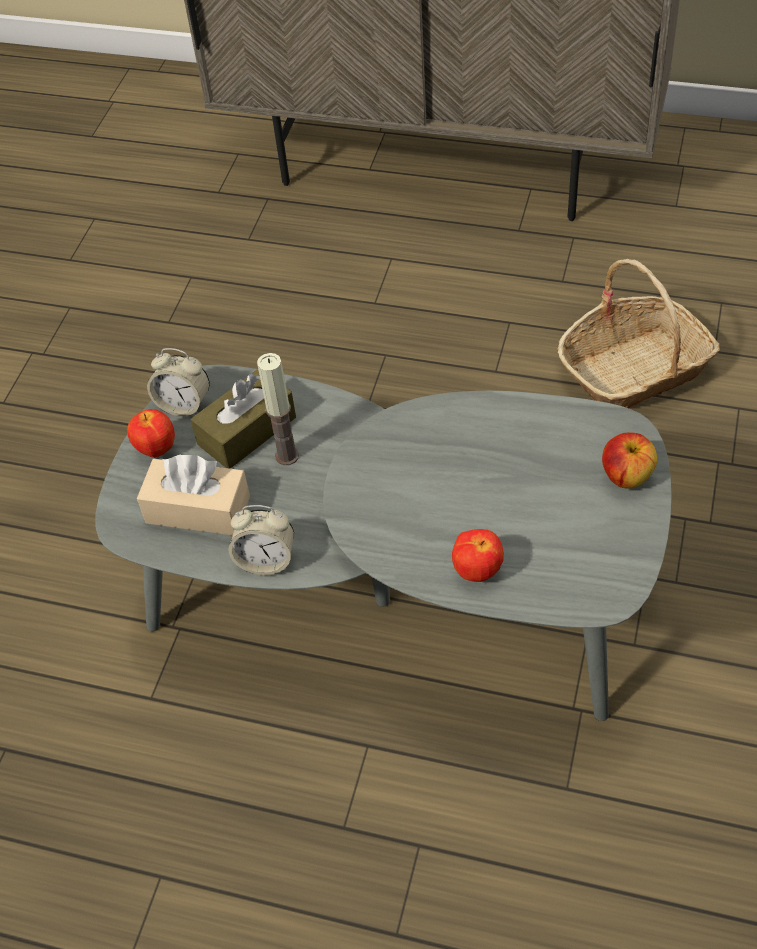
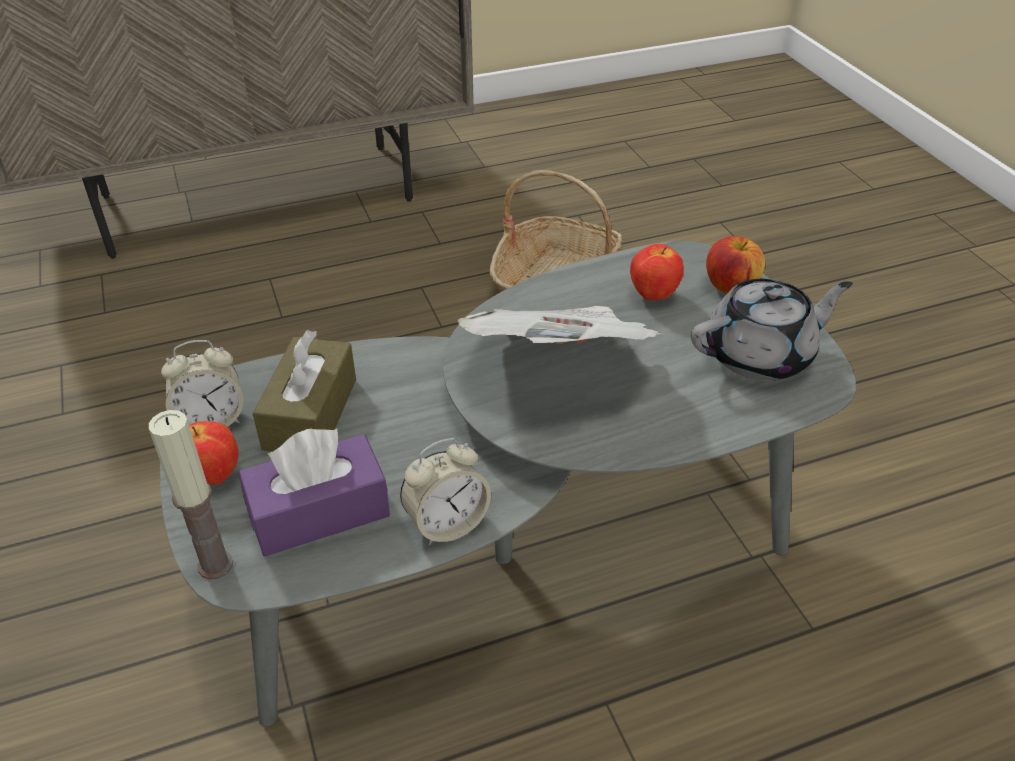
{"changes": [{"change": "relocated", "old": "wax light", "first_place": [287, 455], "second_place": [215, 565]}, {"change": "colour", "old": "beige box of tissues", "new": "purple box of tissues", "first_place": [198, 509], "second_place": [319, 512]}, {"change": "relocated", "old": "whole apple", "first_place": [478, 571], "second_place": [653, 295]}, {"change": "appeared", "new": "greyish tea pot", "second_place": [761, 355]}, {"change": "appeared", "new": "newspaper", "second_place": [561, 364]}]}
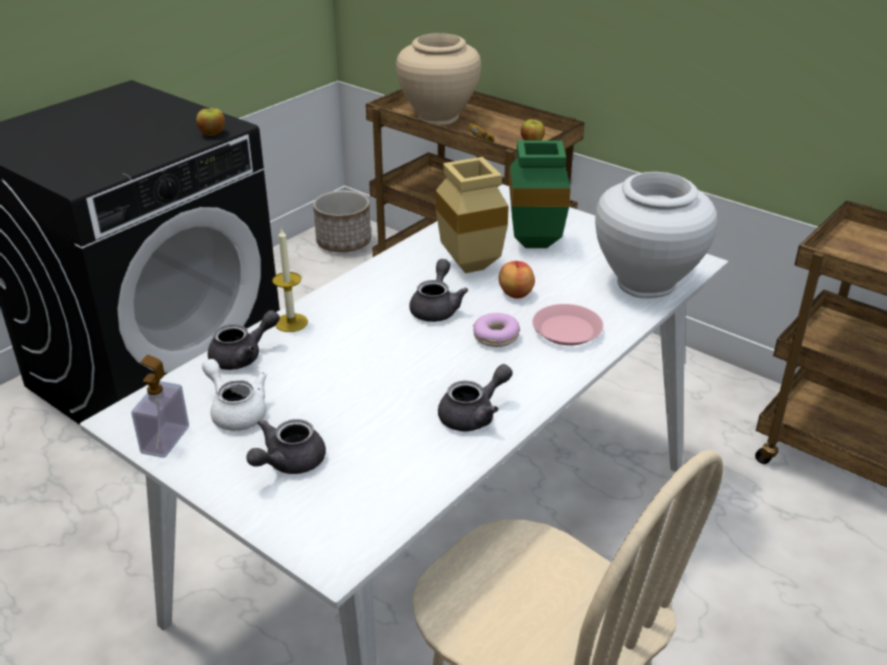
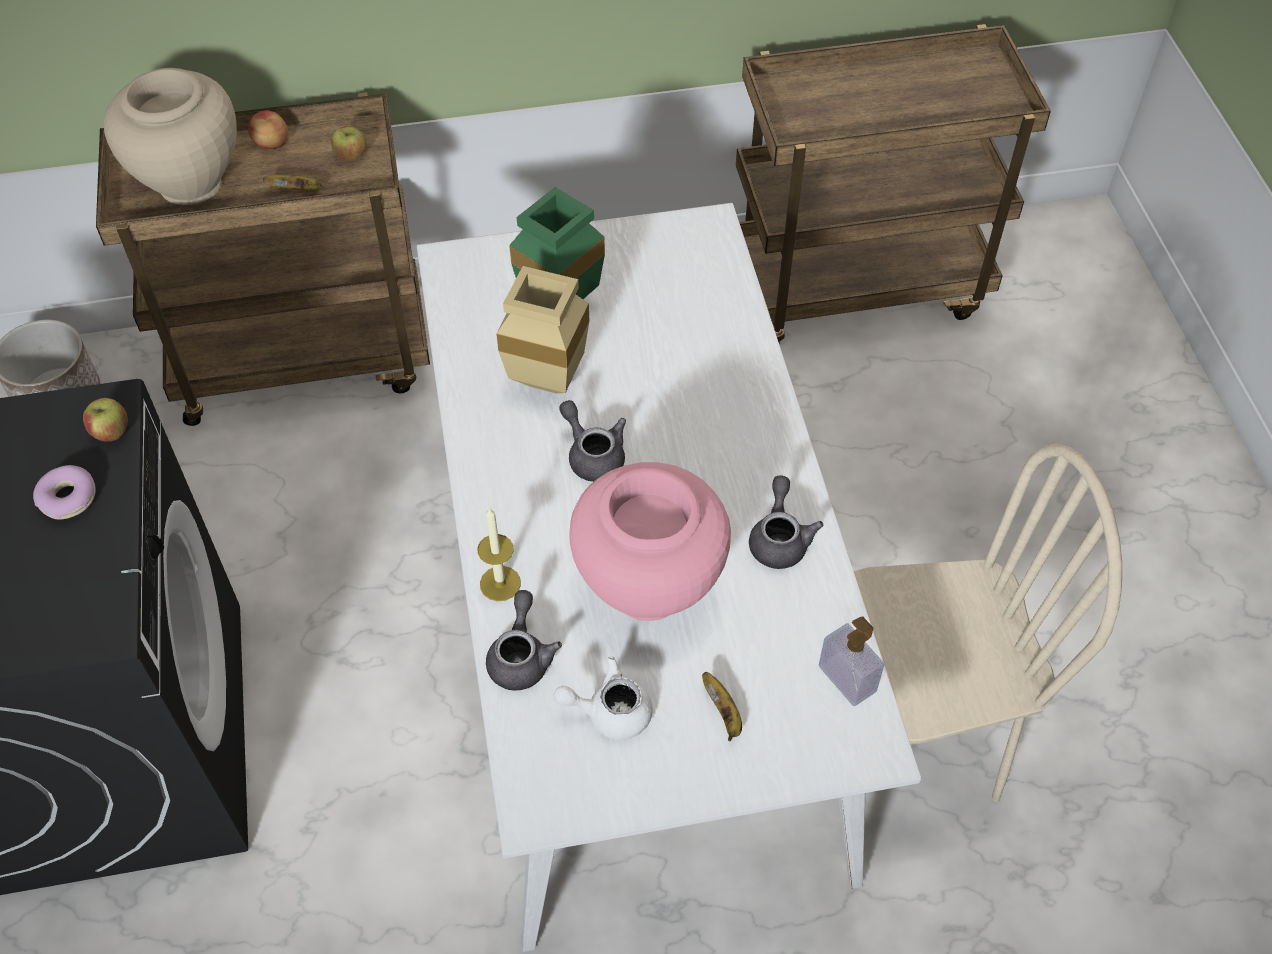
{"changes": [{"change": "missing", "old": "whitish flower vase", "first_place": [646, 283]}, {"change": "relocated", "old": "whole apple", "first_place": [515, 293], "second_place": [271, 144]}, {"change": "missing", "old": "pinkish dinner plate", "first_place": [566, 330]}, {"change": "relocated", "old": "donut", "first_place": [496, 337], "second_place": [68, 498]}, {"change": "relocated", "old": "soap dispenser", "first_place": [165, 440], "second_place": [847, 679]}, {"change": "exchanged", "old": "greyish tea pot", "new": "banana fruit", "first_place": [288, 463], "second_place": [724, 713]}, {"change": "appeared", "new": "pinkish flower vase", "second_place": [649, 588]}]}
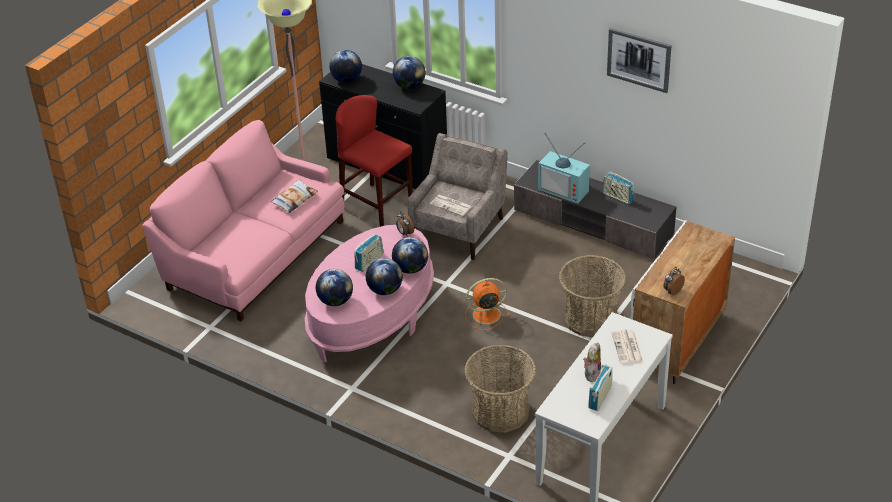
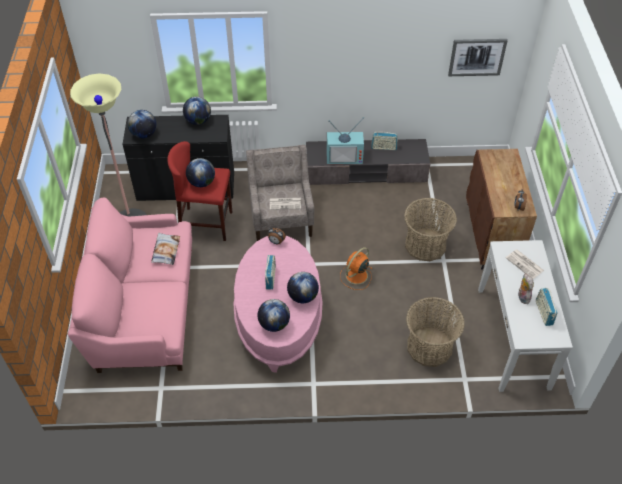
{"changes": [{"change": "relocated", "old": "wall art", "first_place": [639, 59], "second_place": [477, 57]}, {"change": "colour", "old": "whitish storage cabinet", "new": "brown storage cabinet", "first_place": [677, 341], "second_place": [491, 235]}, {"change": "relocated", "old": "globe", "first_place": [410, 269], "second_place": [201, 183]}]}
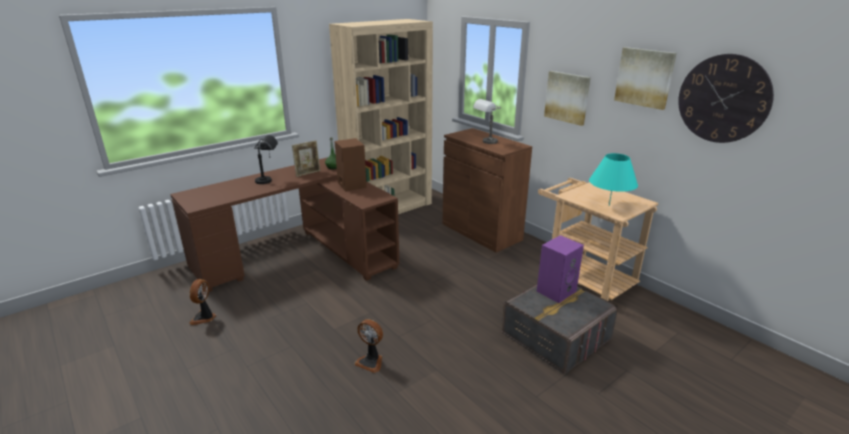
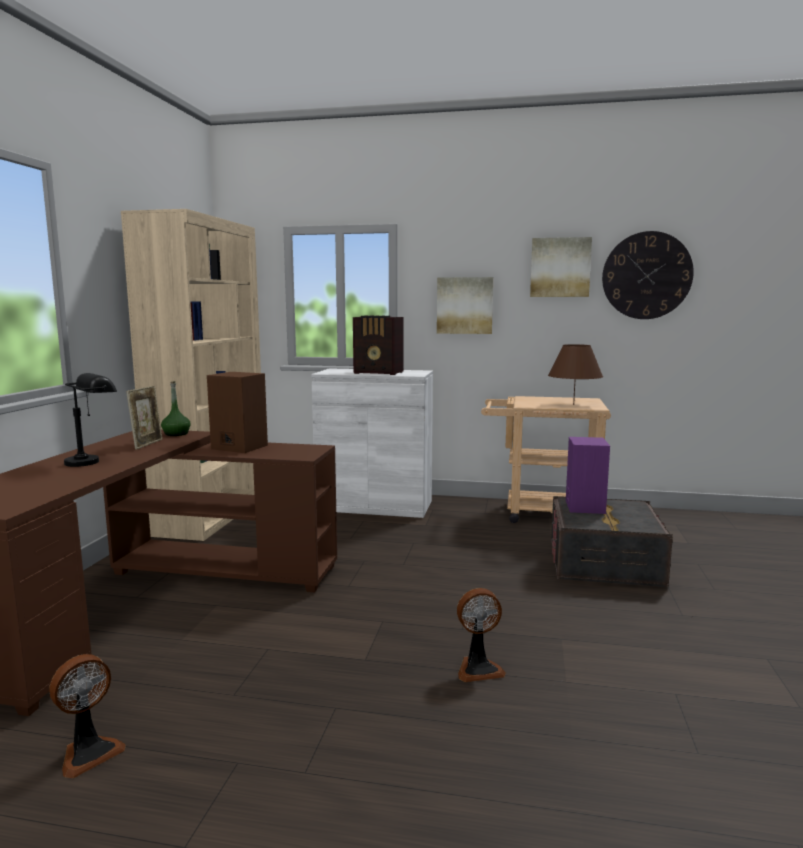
{"changes": [{"change": "exchanged", "old": "greyish tabletop lamp", "new": "radio set", "first_place": [486, 142], "second_place": [379, 373]}, {"change": "colour", "old": "brown storage cabinet", "new": "whitish storage cabinet", "first_place": [481, 232], "second_place": [374, 505]}, {"change": "colour", "old": "blue-green tabletop lamp", "new": "brown tabletop lamp", "first_place": [609, 205], "second_place": [573, 404]}, {"change": "spun", "old": "electric fan", "first_place": [204, 318], "second_place": [89, 753], "degrees": -105}]}
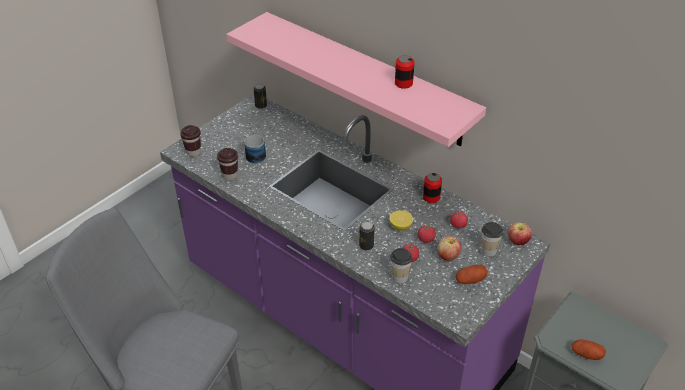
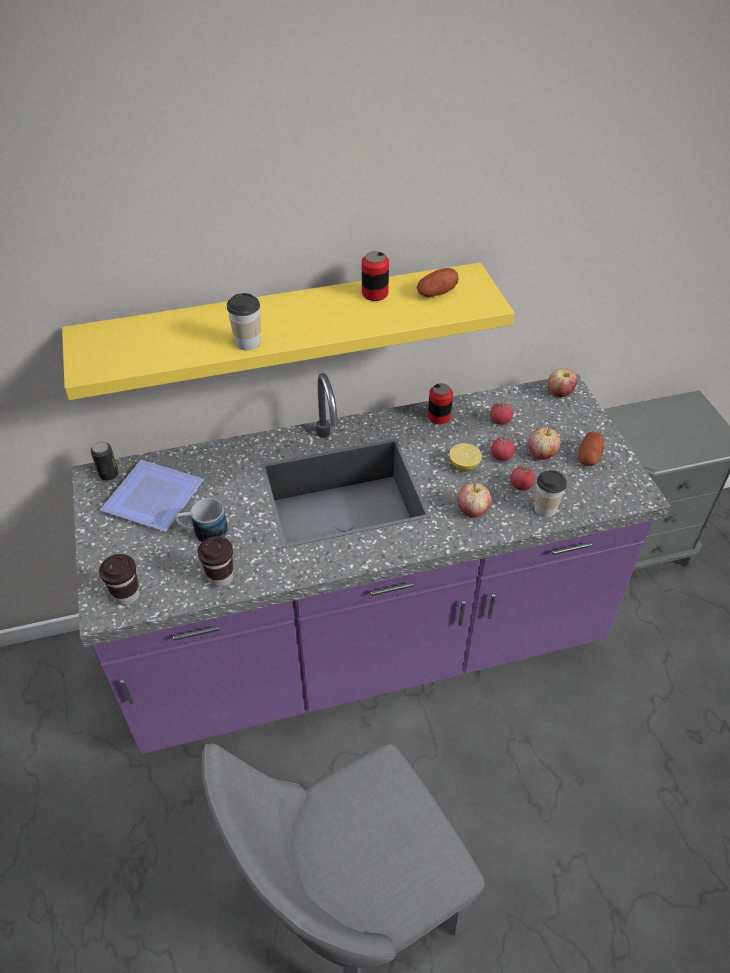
{"changes": [{"change": "colour", "old": "pinkish shelf", "new": "yellowish shelf", "first_place": [366, 78], "second_place": [283, 327]}, {"change": "exchanged", "old": "can", "new": "whole apple", "first_place": [366, 246], "second_place": [472, 510]}, {"change": "relocated", "old": "drinking cup", "first_place": [488, 251], "second_place": [248, 343]}, {"change": "relocated", "old": "spud", "first_place": [586, 354], "second_place": [436, 293]}, {"change": "appeared", "new": "dinner plate", "second_place": [157, 497]}]}
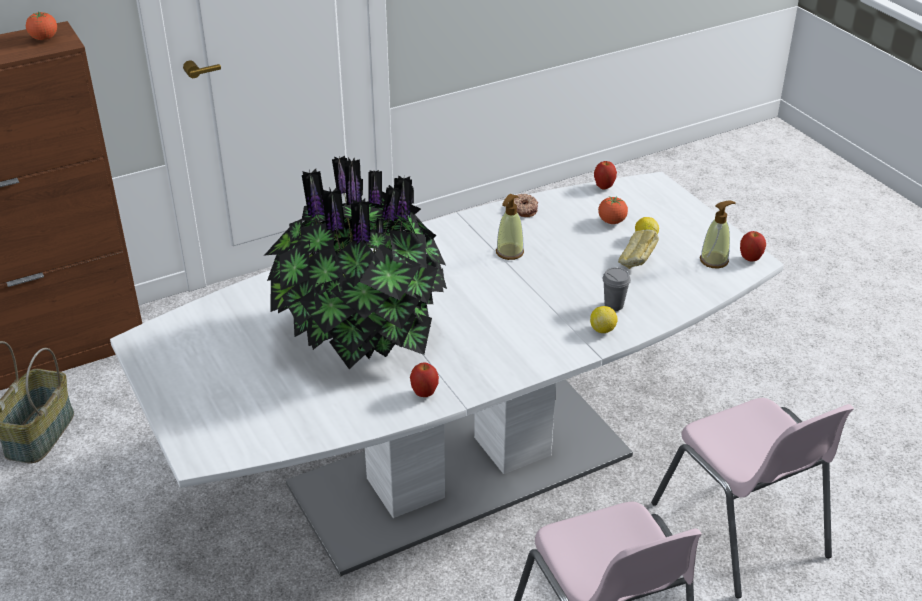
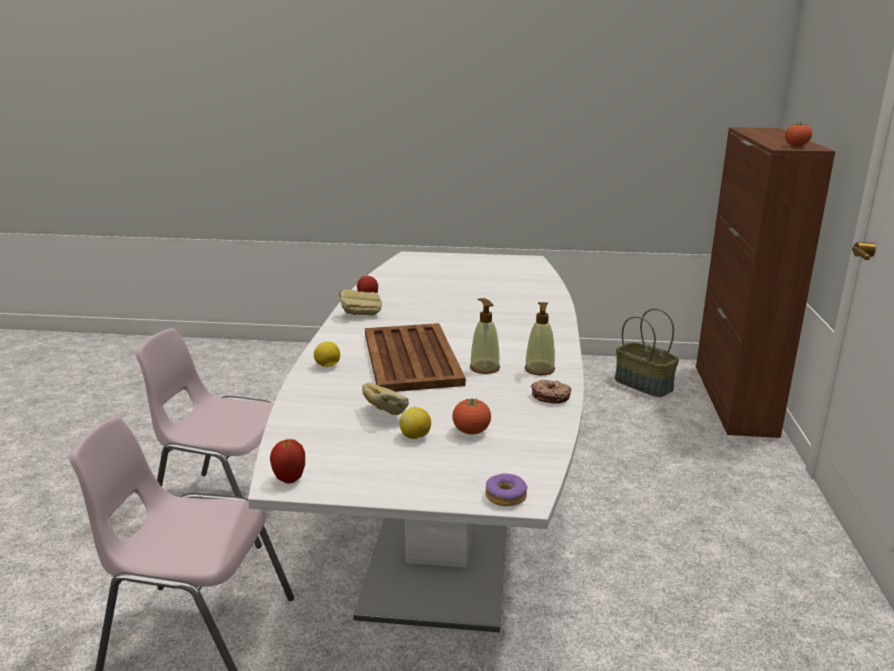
{"changes": [{"change": "missing", "old": "houseplant", "first_place": [360, 335]}, {"change": "missing", "old": "whole apple", "first_place": [604, 187]}, {"change": "relocated", "old": "soap dispenser", "first_place": [714, 260], "second_place": [539, 370]}, {"change": "missing", "old": "greyish drinking cup", "first_place": [614, 305]}, {"change": "appeared", "new": "bread", "second_place": [360, 315]}, {"change": "appeared", "new": "brown serving tray", "second_place": [411, 359]}, {"change": "appeared", "new": "donut", "second_place": [506, 496]}]}
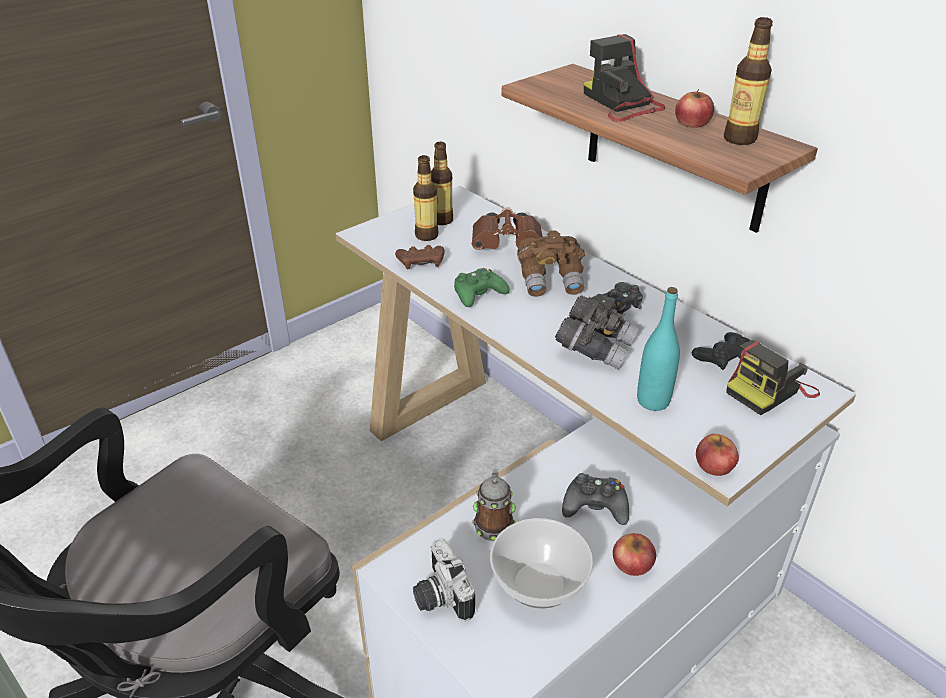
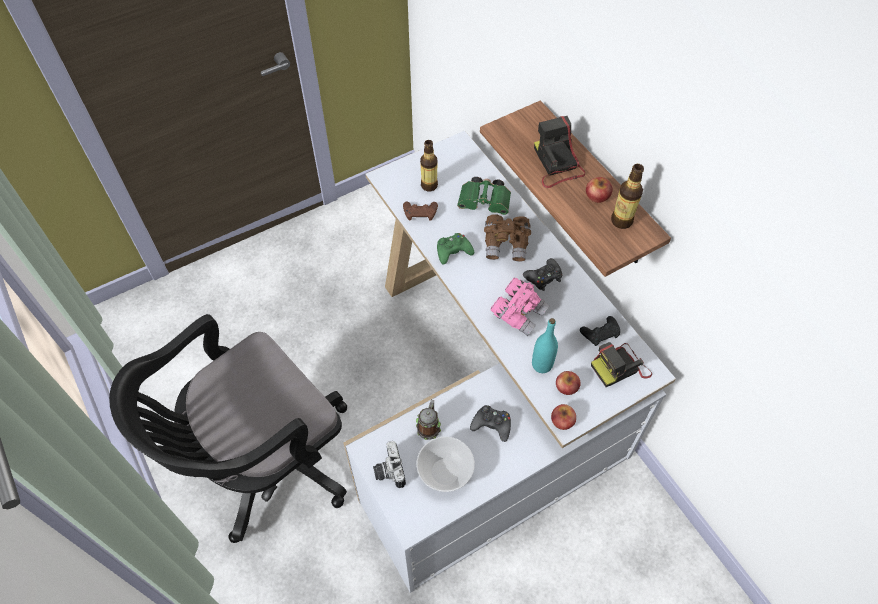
{"changes": [{"change": "missing", "old": "beverage bottle", "first_place": [442, 220]}, {"change": "colour", "old": "brown binoculars", "new": "greenish binoculars", "first_place": [509, 244], "second_place": [486, 203]}, {"change": "colour", "old": "greyish binoculars", "new": "pinkish binoculars", "first_place": [595, 347], "second_place": [519, 313]}, {"change": "relocated", "old": "whole apple", "first_place": [632, 564], "second_place": [566, 387]}]}
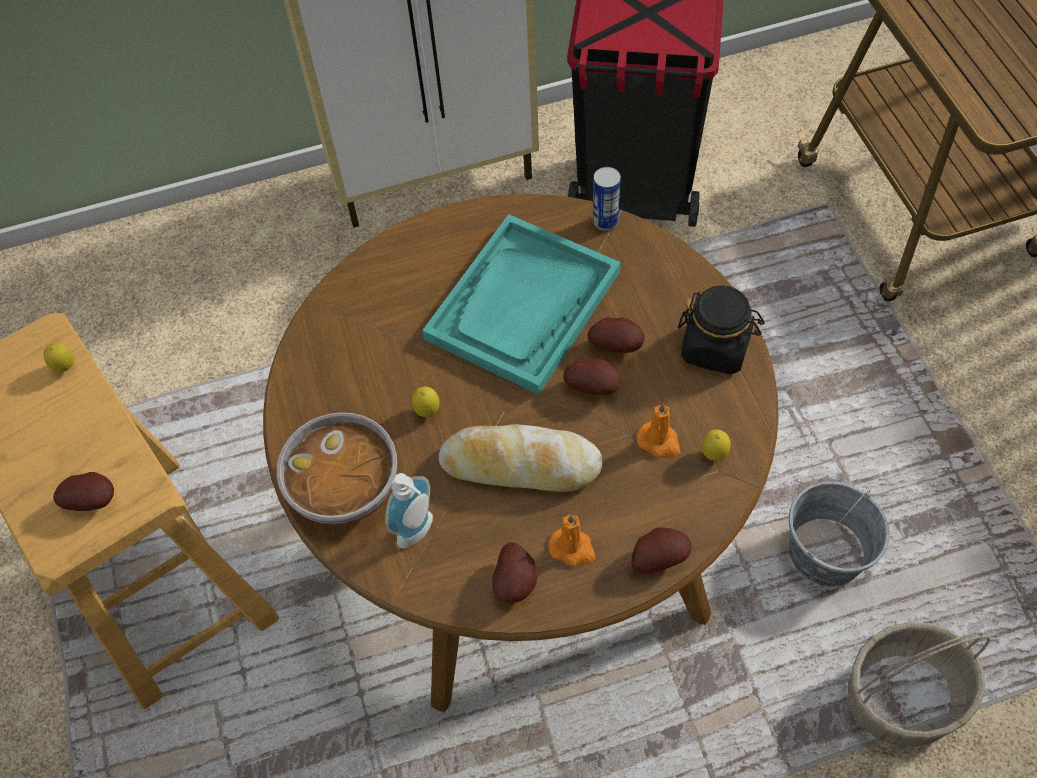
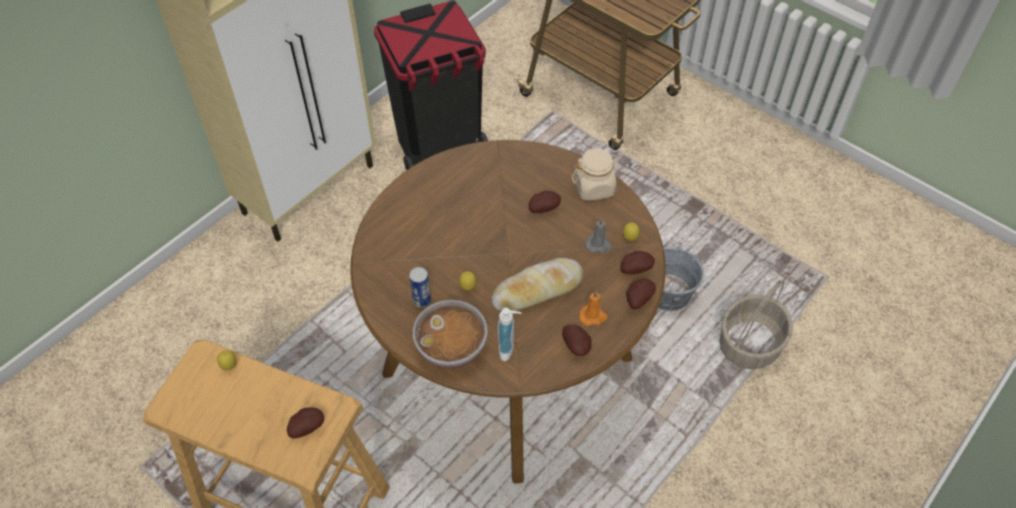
{"changes": [{"change": "relocated", "old": "can", "first_place": [605, 222], "second_place": [422, 301]}, {"change": "missing", "old": "blue-green serving tray", "first_place": [523, 306]}, {"change": "colour", "old": "black preserve jar", "new": "beige preserve jar", "first_place": [716, 347], "second_place": [594, 187]}, {"change": "relocated", "old": "spud", "first_place": [593, 385], "second_place": [635, 269]}, {"change": "colour", "old": "orange wax light", "new": "greyish wax light", "first_place": [659, 441], "second_place": [599, 245]}]}
